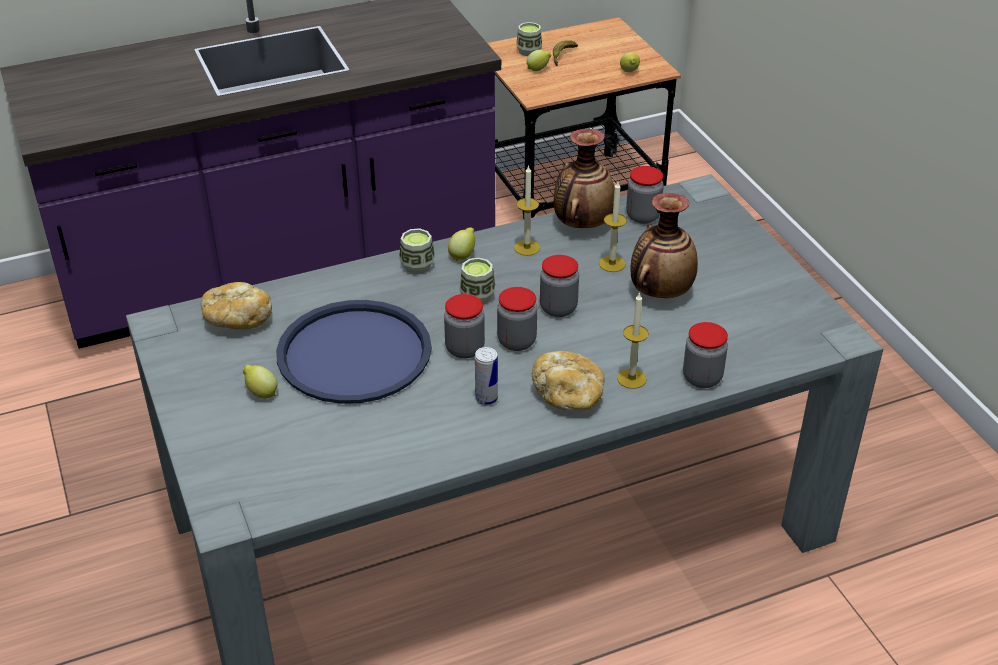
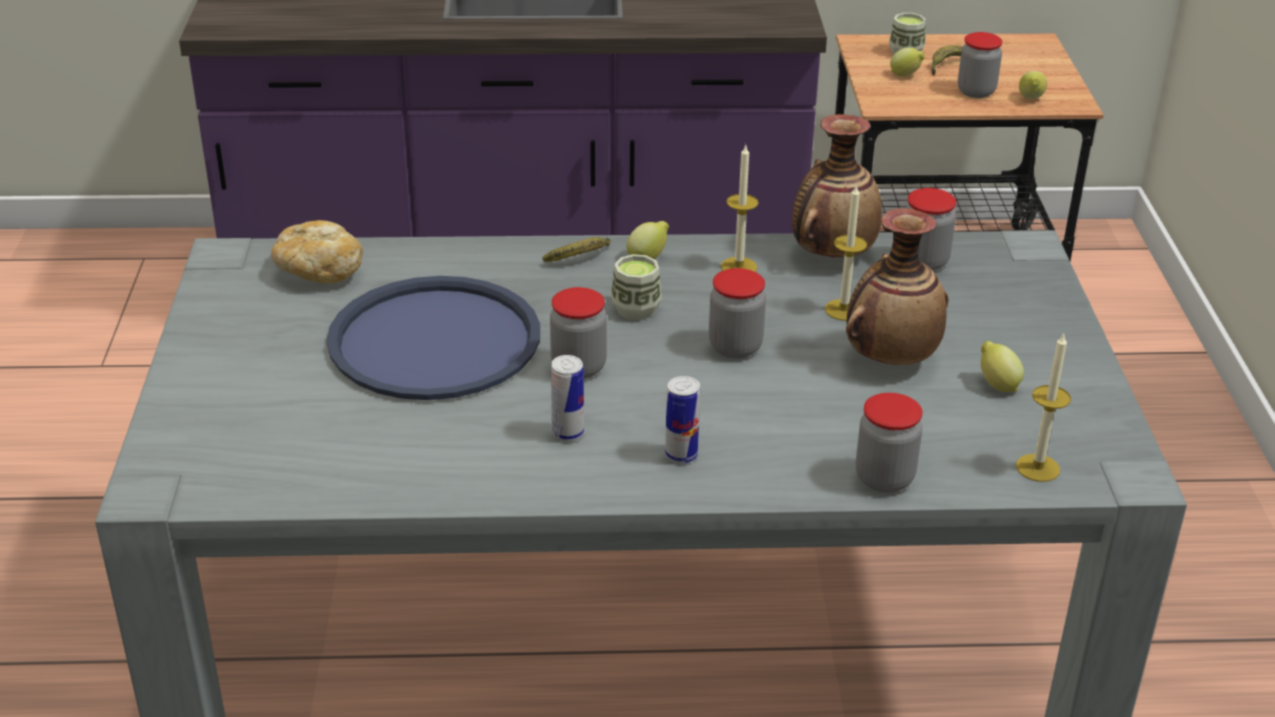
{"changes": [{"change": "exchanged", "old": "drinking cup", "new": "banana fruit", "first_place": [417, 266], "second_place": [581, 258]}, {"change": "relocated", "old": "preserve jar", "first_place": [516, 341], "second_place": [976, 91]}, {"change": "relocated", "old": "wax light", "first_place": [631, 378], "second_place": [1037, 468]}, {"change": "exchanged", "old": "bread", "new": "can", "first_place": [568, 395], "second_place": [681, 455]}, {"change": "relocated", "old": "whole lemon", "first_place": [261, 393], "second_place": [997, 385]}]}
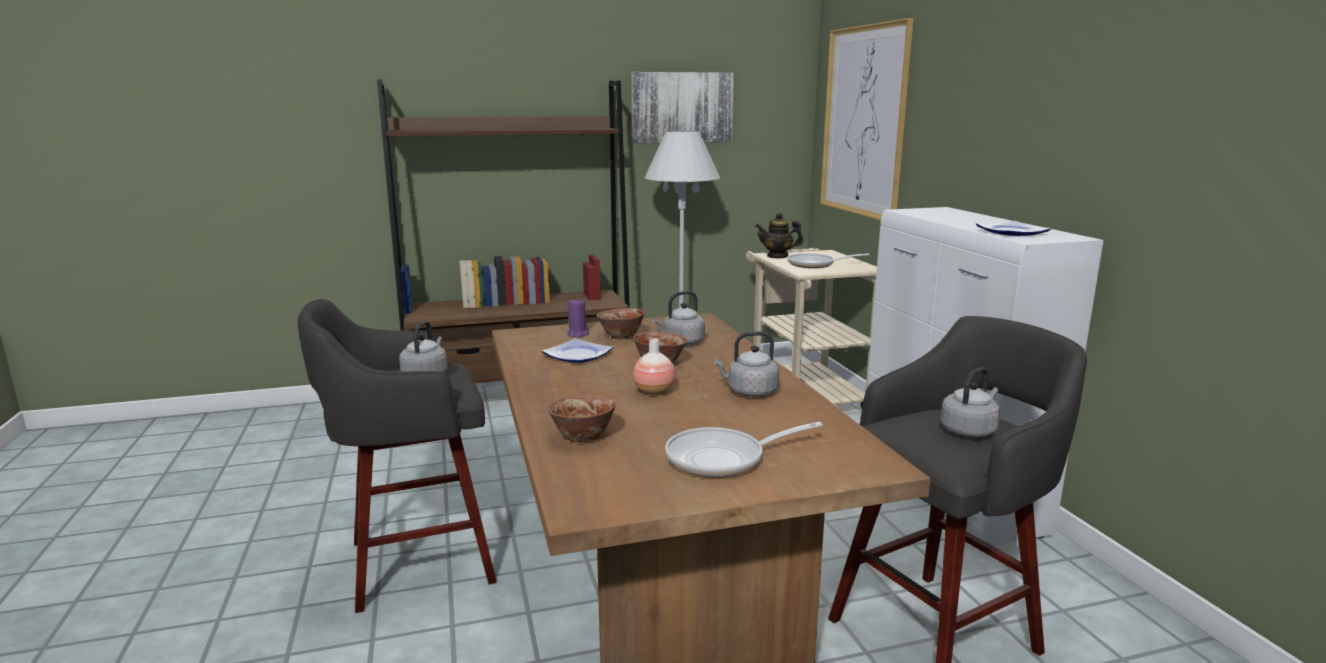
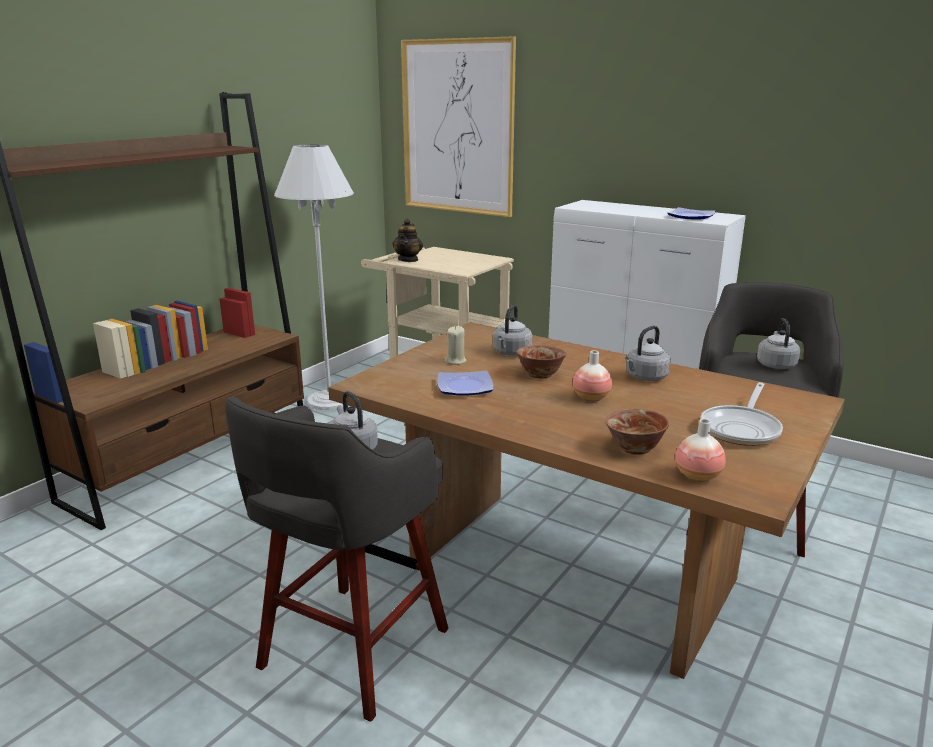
{"changes": [{"change": "missing", "old": "wall art", "first_place": [681, 107]}, {"change": "spun", "old": "tea pot", "first_place": [778, 256], "second_place": [408, 260], "degrees": -45}, {"change": "missing", "old": "frying pan", "first_place": [815, 265]}, {"change": "missing", "old": "purple wax light", "first_place": [578, 334]}, {"change": "exchanged", "old": "deep dish", "new": "beige wax light", "first_place": [621, 336], "second_place": [455, 361]}, {"change": "appeared", "new": "flower vase", "second_place": [697, 476]}]}
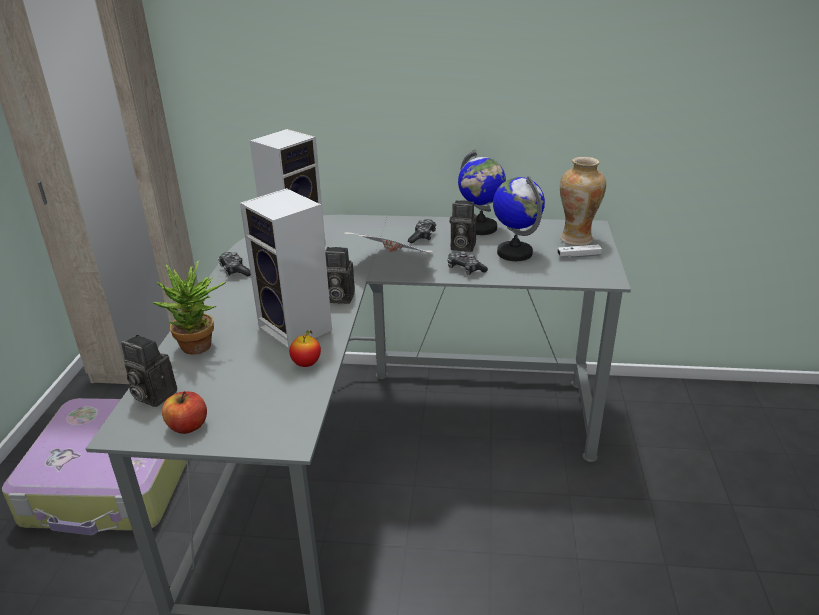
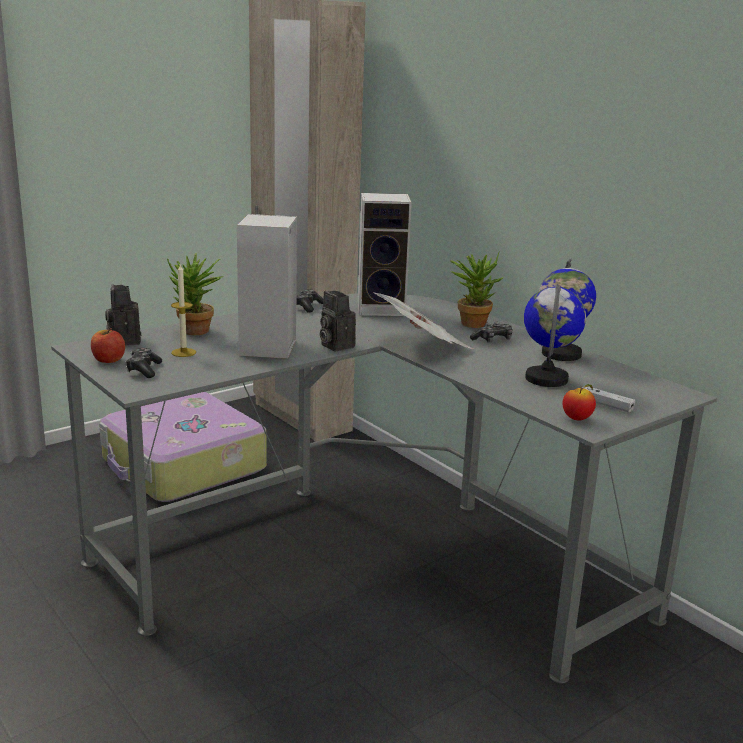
{"changes": [{"change": "missing", "old": "flower vase", "first_place": [576, 239]}, {"change": "missing", "old": "photo camera", "first_place": [461, 247]}, {"change": "relocated", "old": "joypad", "first_place": [465, 269], "second_place": [143, 370]}, {"change": "relocated", "old": "whole apple", "first_place": [306, 364], "second_place": [577, 419]}, {"change": "appeared", "new": "houseplant", "second_place": [472, 322]}, {"change": "appeared", "new": "wax light", "second_place": [183, 352]}]}
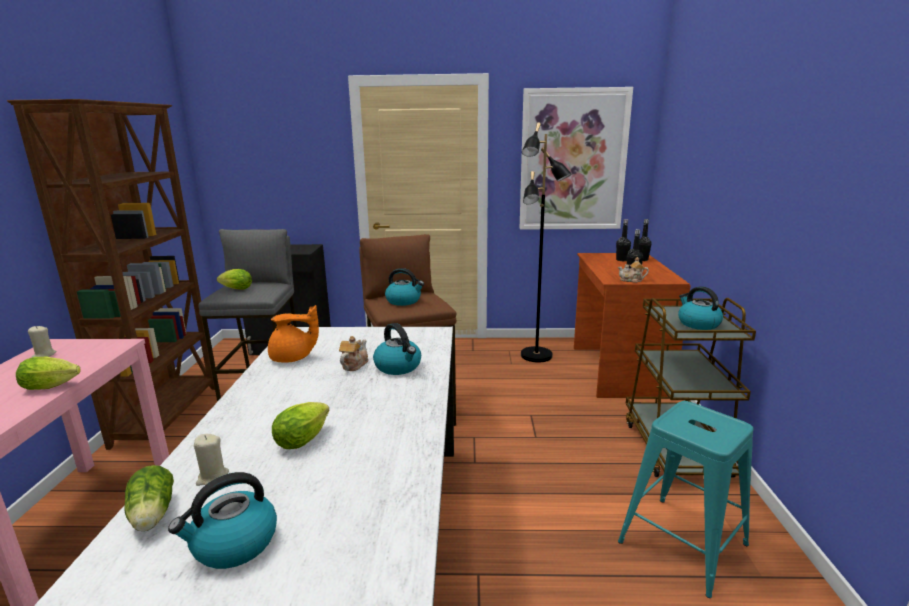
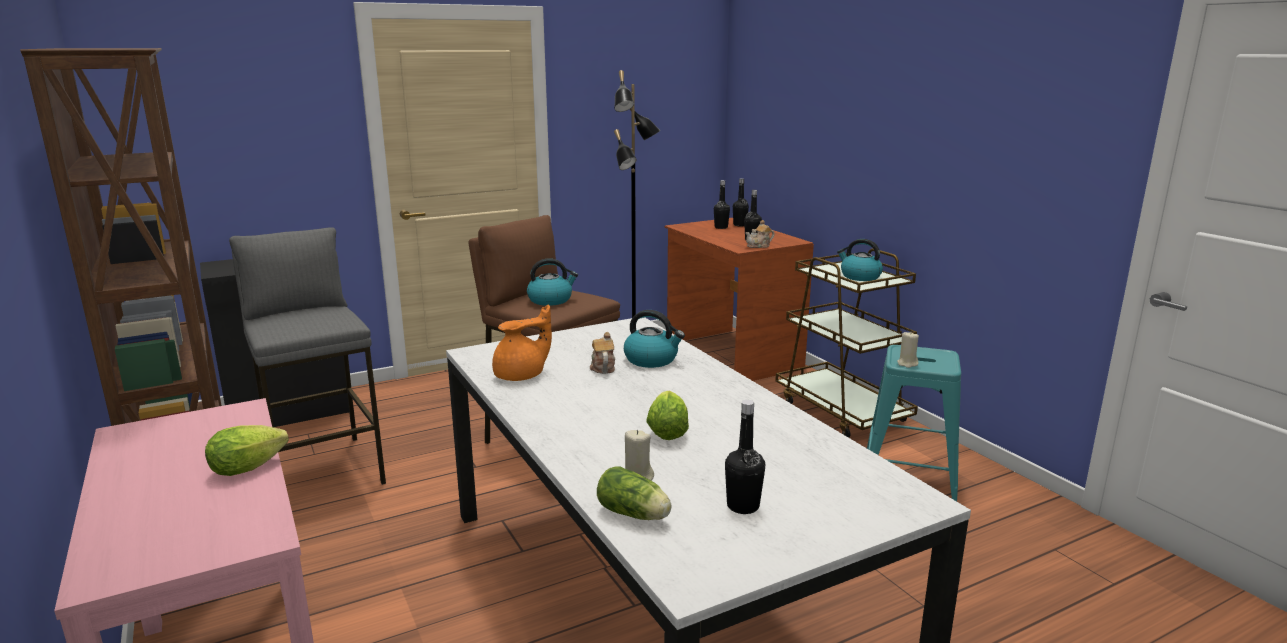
{"changes": [{"change": "missing", "old": "wall art", "first_place": [573, 161]}, {"change": "missing", "old": "lettuce", "first_place": [235, 289]}, {"change": "relocated", "old": "beige wax light", "first_place": [44, 355], "second_place": [907, 363]}, {"change": "exchanged", "old": "tea kettle", "new": "black beverage bottle", "first_place": [234, 544], "second_place": [743, 506]}]}
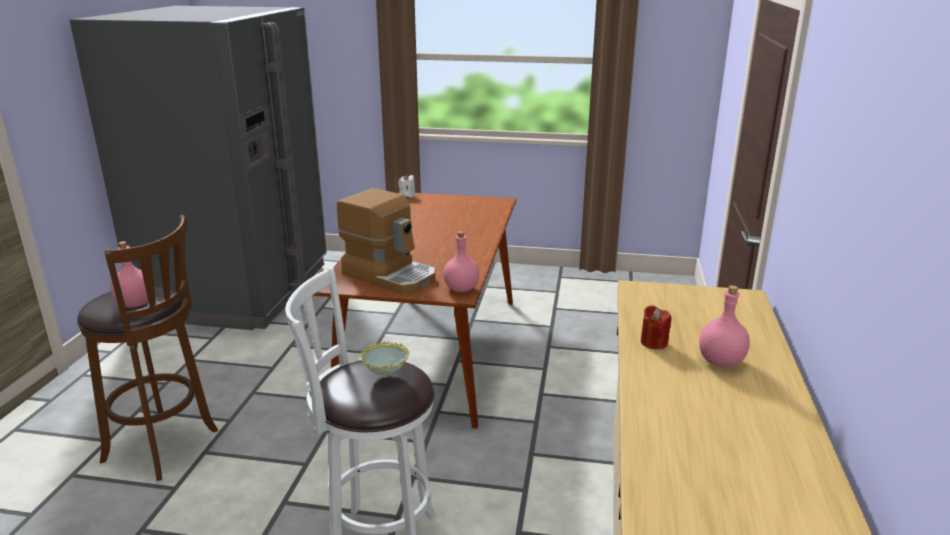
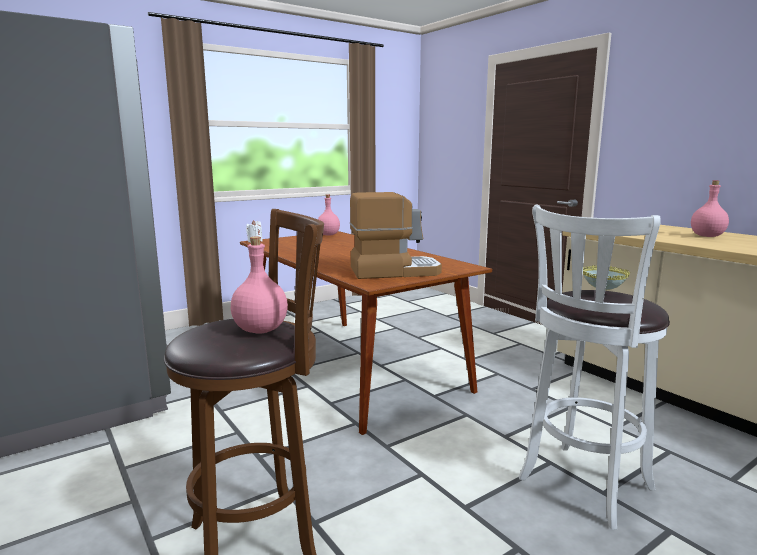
{"changes": [{"change": "relocated", "old": "pinkish beverage bottle", "first_place": [461, 289], "second_place": [328, 235]}, {"change": "missing", "old": "reddish wax light", "first_place": [654, 342]}]}
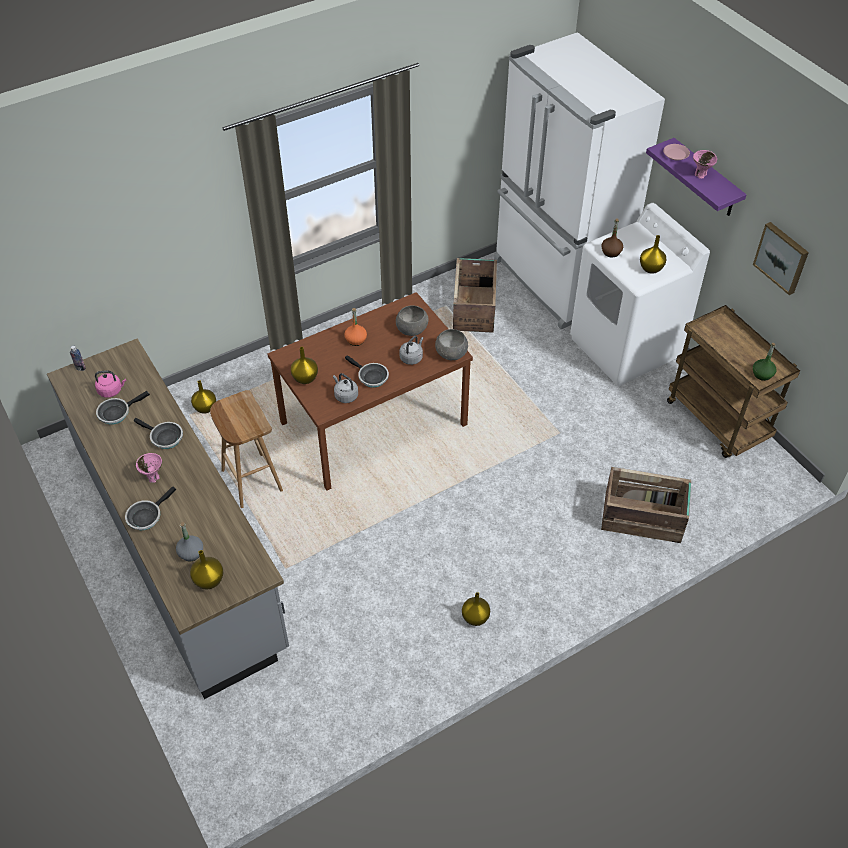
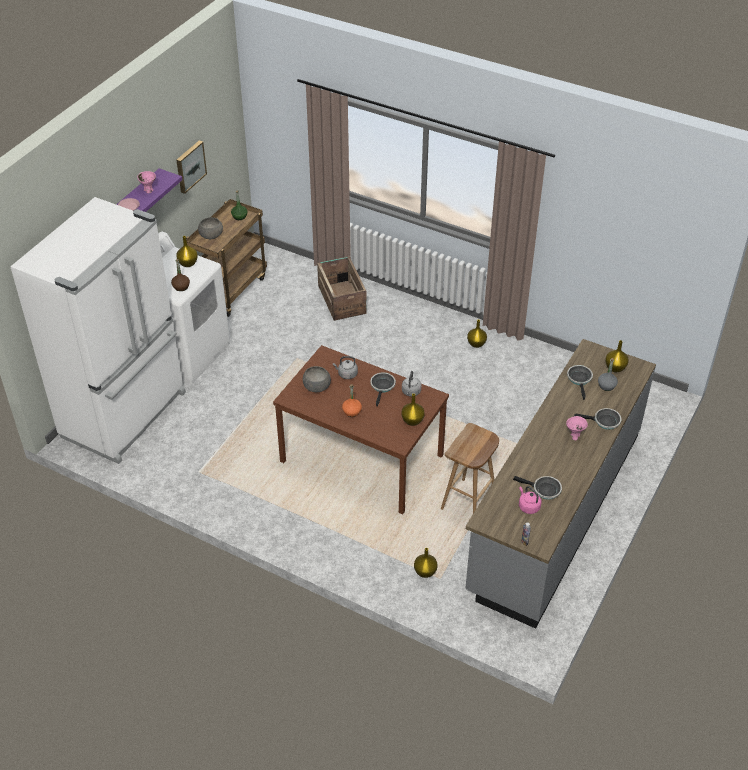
{"changes": [{"change": "missing", "old": "crate", "first_place": [474, 307]}, {"change": "relocated", "old": "greyish deep dish", "first_place": [451, 353], "second_place": [211, 235]}, {"change": "relocated", "old": "frying pan", "first_place": [164, 437], "second_place": [580, 379]}]}
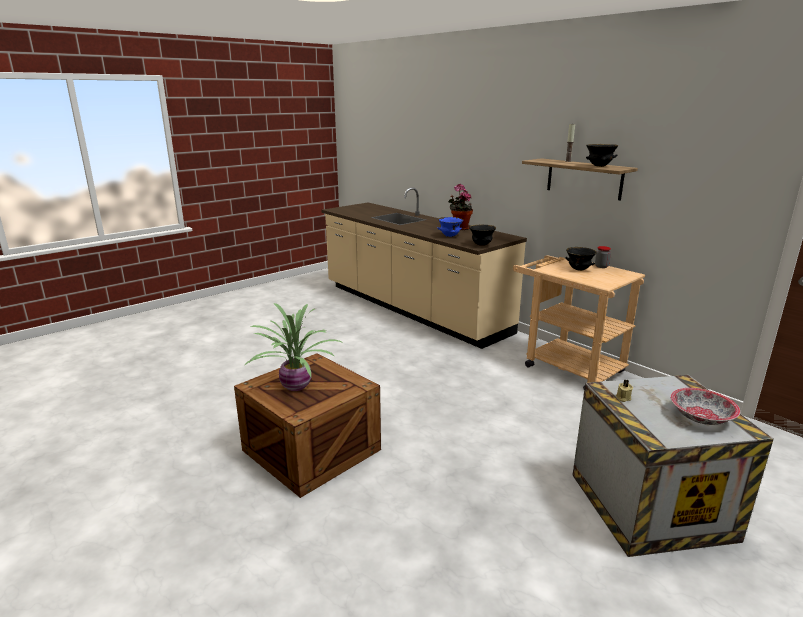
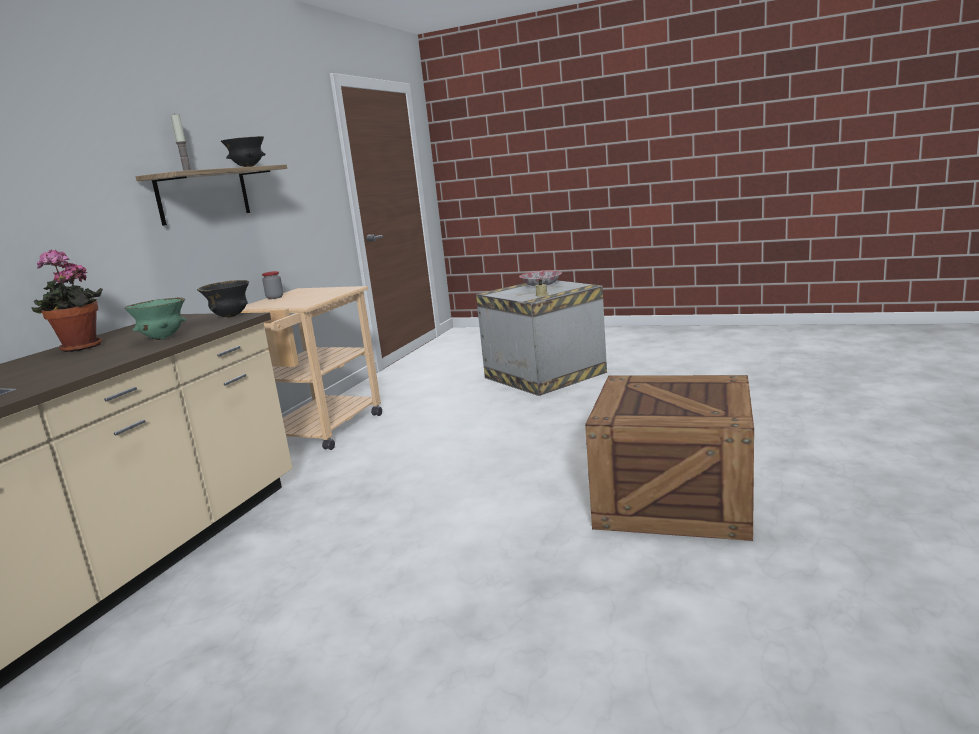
{"changes": [{"change": "colour", "old": "bluish deep dish", "new": "greenish deep dish", "first_place": [449, 236], "second_place": [163, 338]}, {"change": "missing", "old": "black deep dish", "first_place": [578, 270]}, {"change": "missing", "old": "houseplant", "first_place": [295, 387]}]}
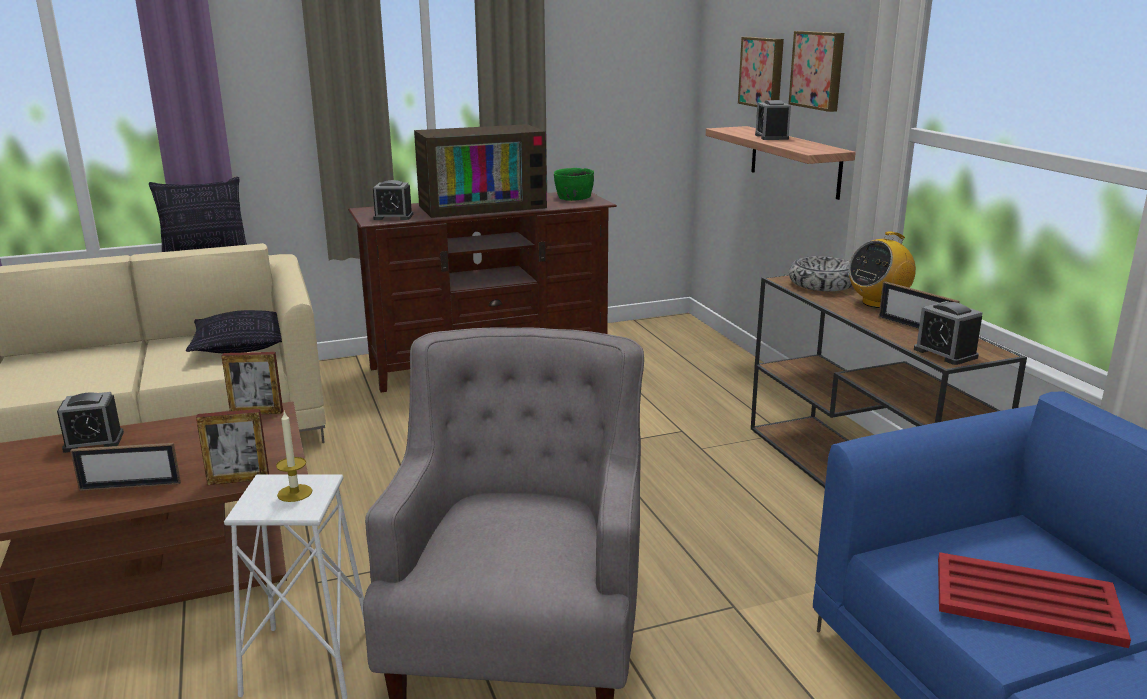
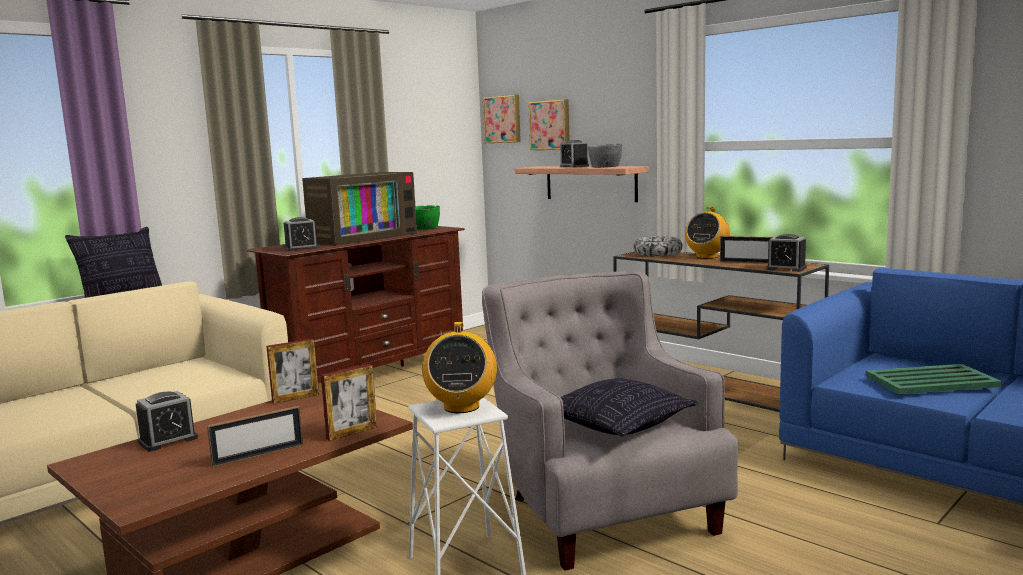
{"changes": [{"change": "relocated", "old": "wall art", "first_place": [819, 70], "second_place": [503, 119]}, {"change": "relocated", "old": "throw pillow", "first_place": [241, 346], "second_place": [617, 425]}, {"change": "exchanged", "old": "wax light", "new": "radio set", "first_place": [294, 493], "second_place": [461, 407]}, {"change": "colour", "old": "reddish serving tray", "new": "greenish serving tray", "first_place": [1024, 600], "second_place": [930, 381]}, {"change": "appeared", "new": "greyish deep dish", "second_place": [605, 167]}]}
